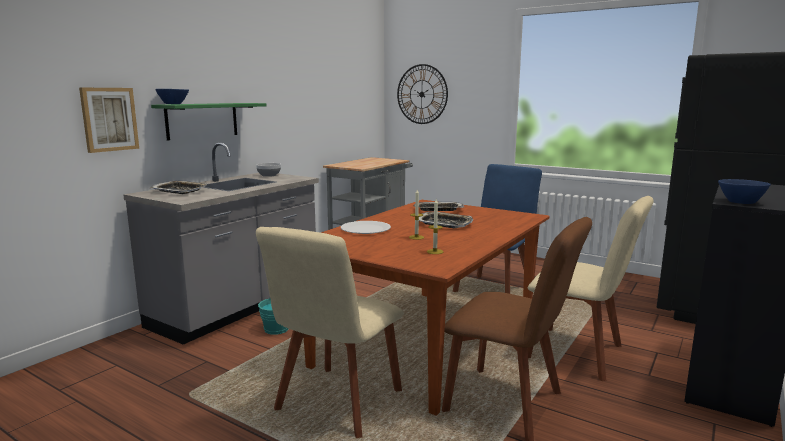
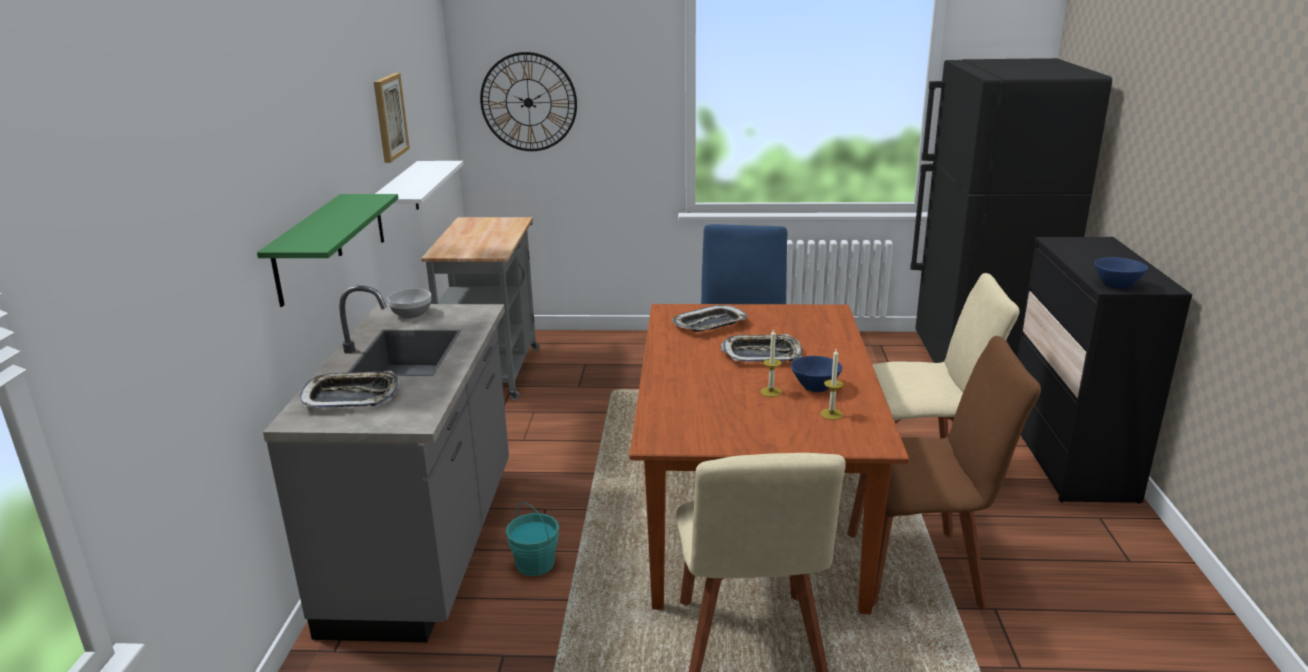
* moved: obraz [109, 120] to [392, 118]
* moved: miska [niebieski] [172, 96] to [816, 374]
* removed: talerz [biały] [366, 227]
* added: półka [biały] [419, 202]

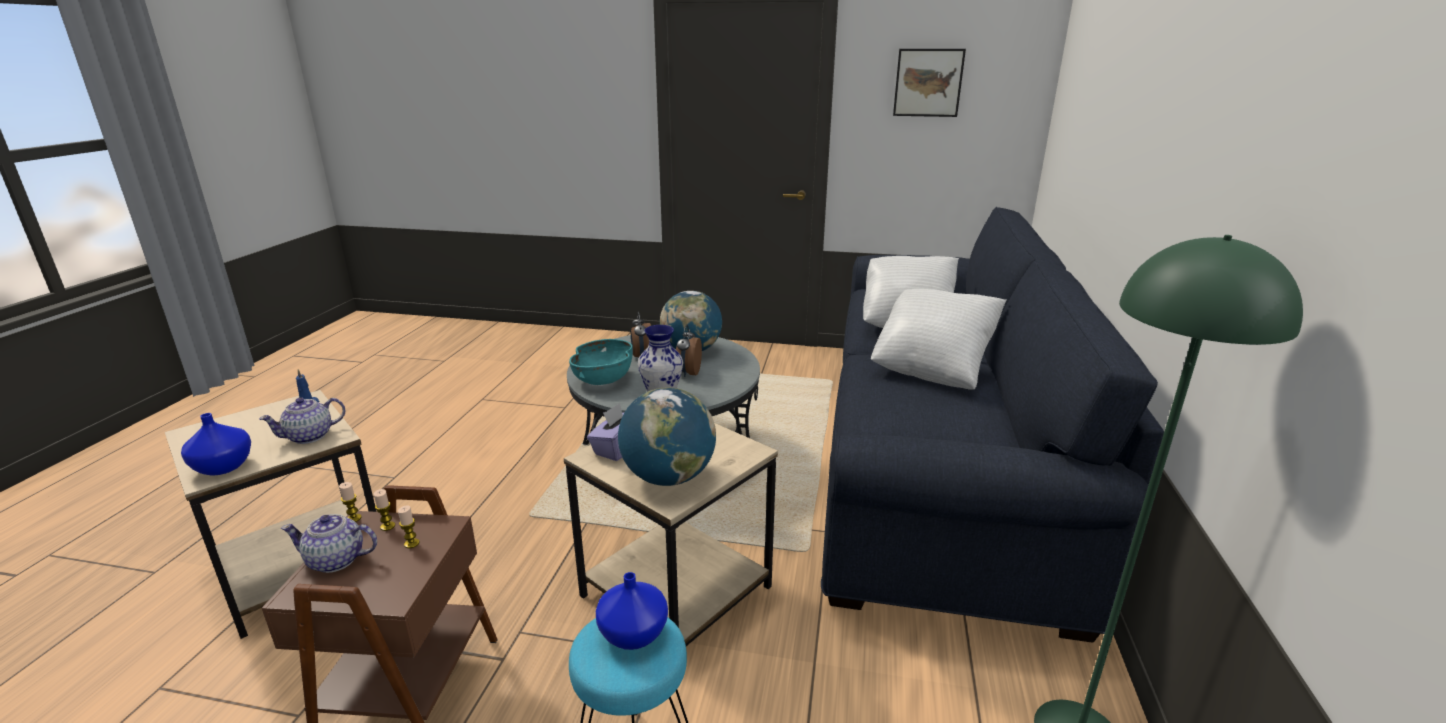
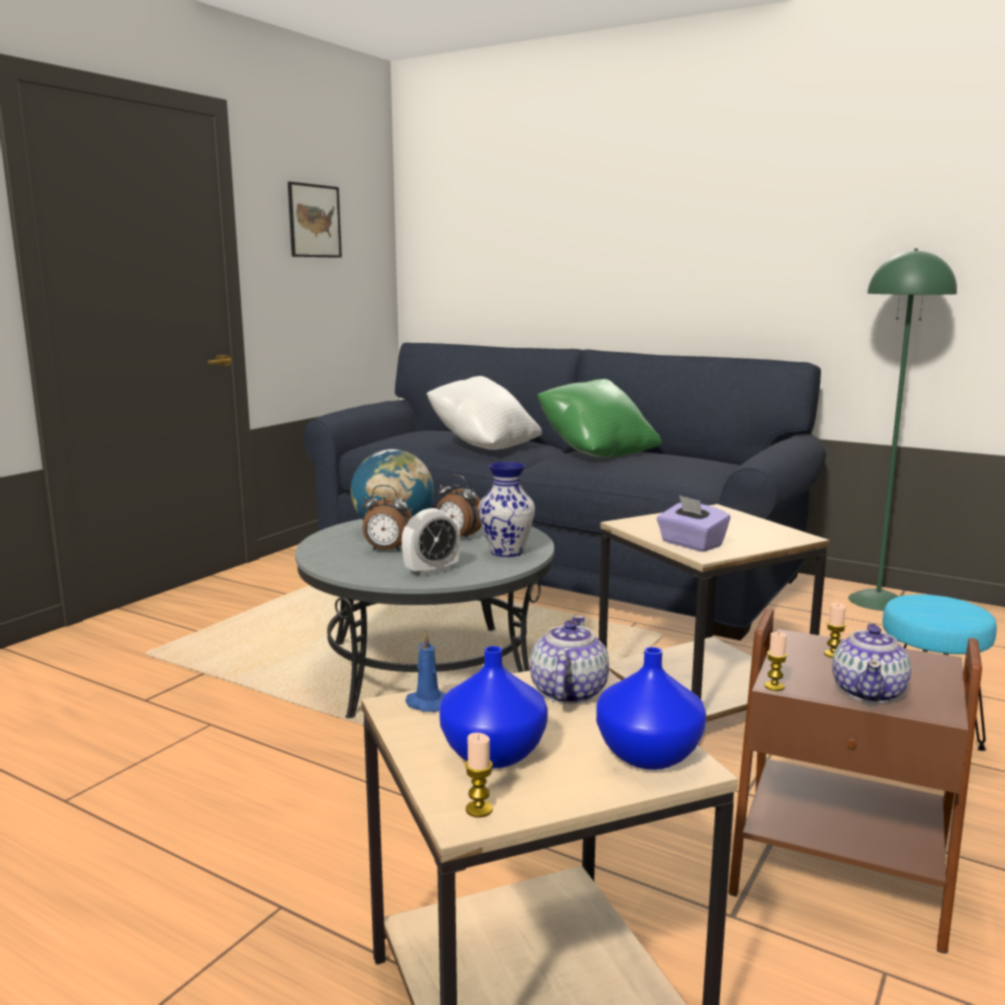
* recoloured: poduszka [biały] [939, 339] to poduszka [zielony] [599, 418]
* replaced: miska [turkusowy] [601, 362] to budzik [431, 542]
* removed: globus [667, 437]
* turned: imbryk [302, 420] = [569, 660] 150 degrees counterclockwise
* moved: świeca [384, 510] to [479, 775]
* moved: wazon [niebieski] [632, 611] to [493, 707]

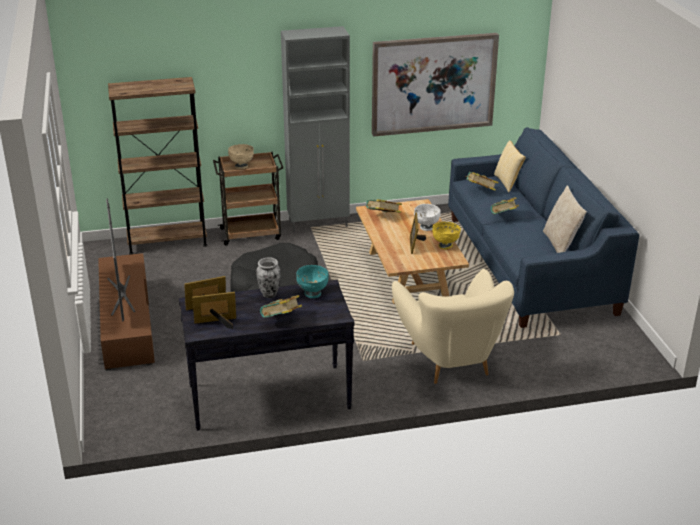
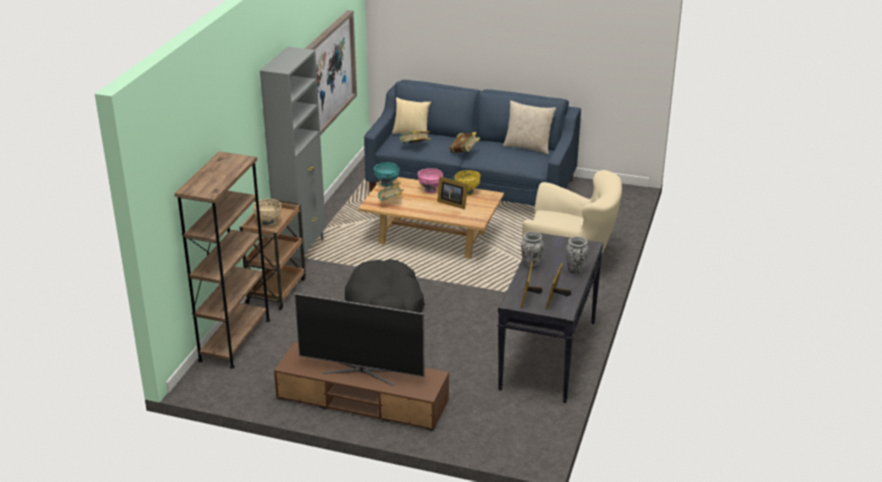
* recoloured: miska [biały] [427, 217] to miska [różowy] [430, 180]
* moved: miska [turkusowy] [312, 281] to [387, 174]
* replaced: książka [281, 306] to wazon [577, 255]

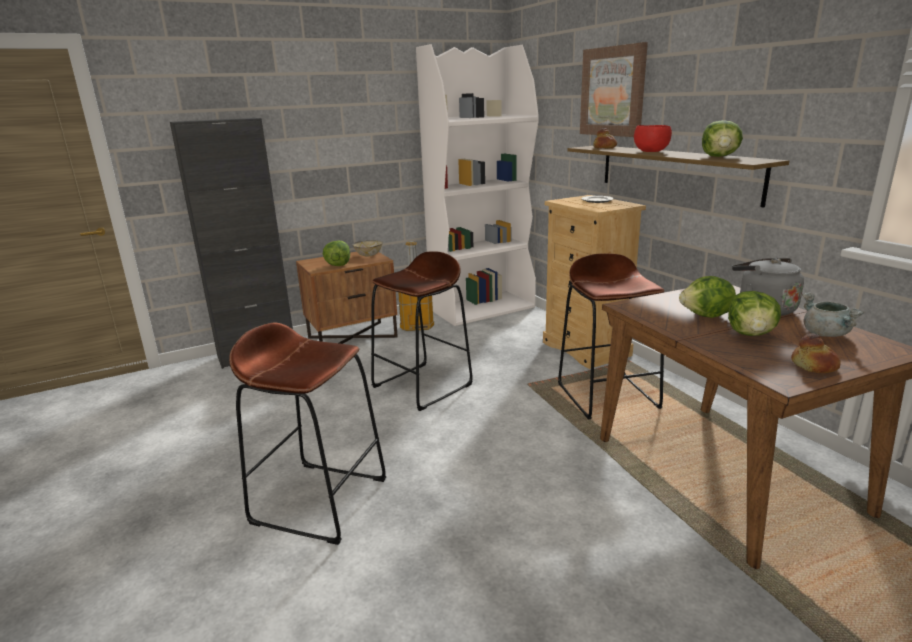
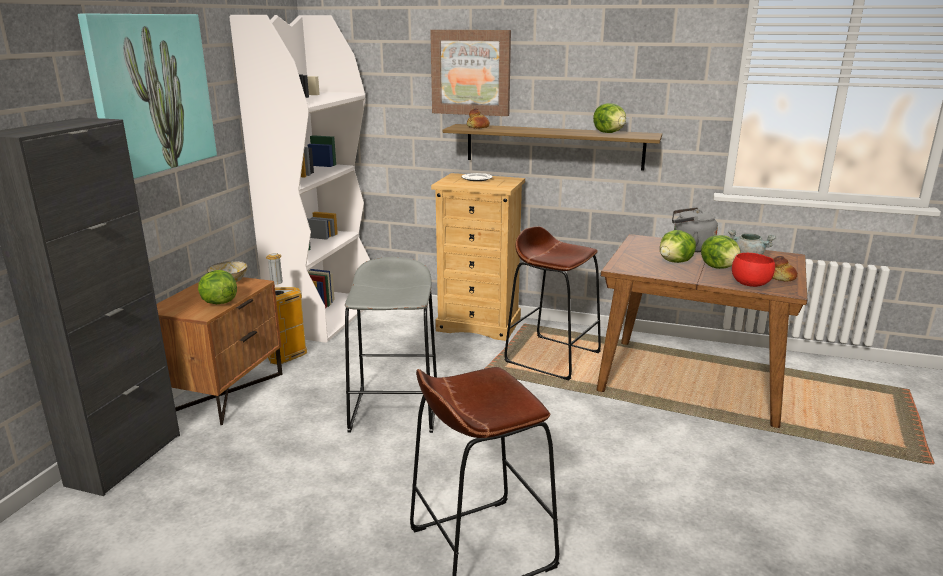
* moved: miska [czerwony] [653, 138] to [753, 270]
* recoloured: stołek [brązowy] [422, 331] to stołek [szary] [391, 345]
* added: obraz [147, 96]

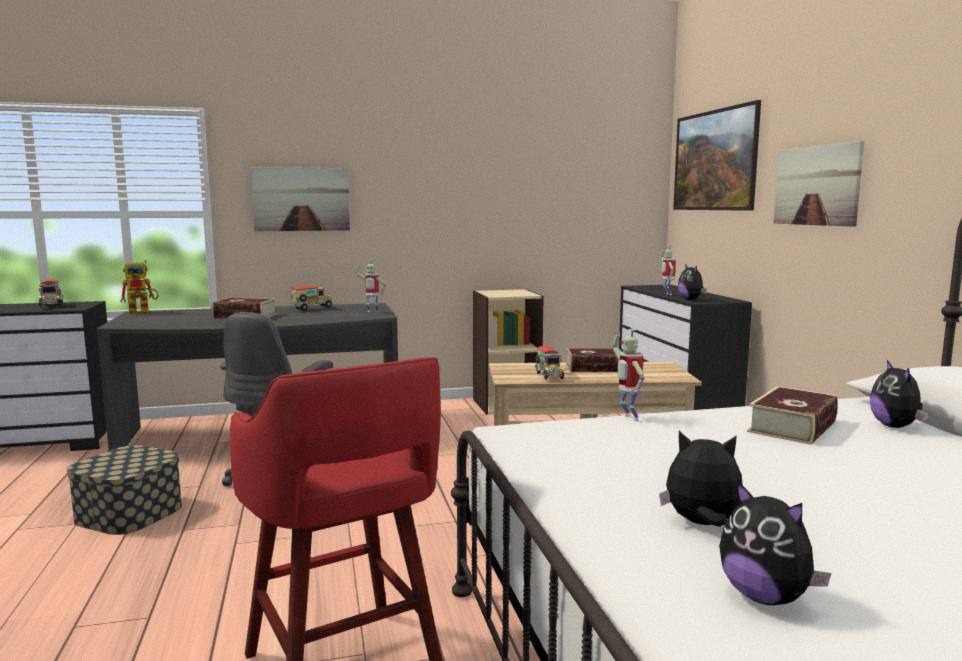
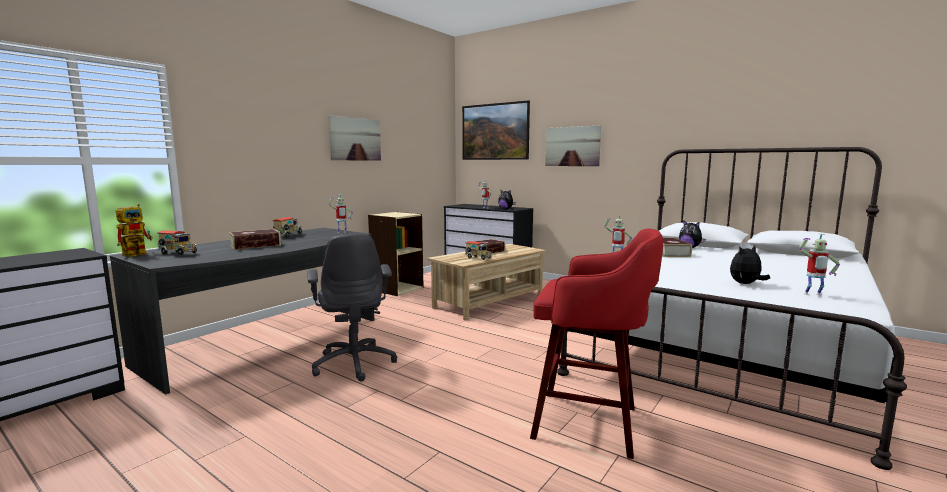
* moved: obraz [300, 199] to [355, 138]
* moved: ciężarówka zabawkowa [50, 293] to [177, 242]
* removed: pojemnik do przechowywania [124, 490]
* replaced: pluszak [775, 543] to robot zabawkowy [819, 264]

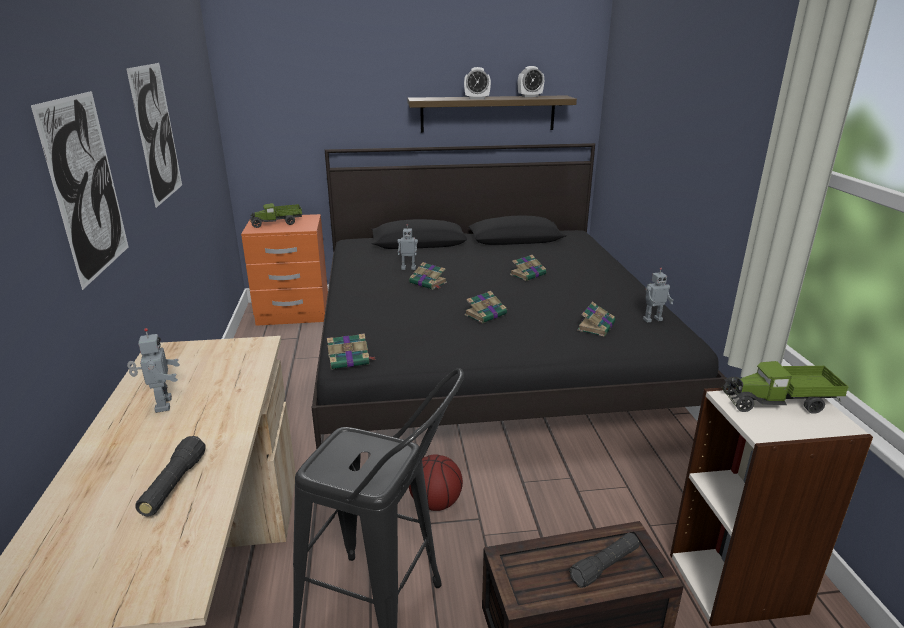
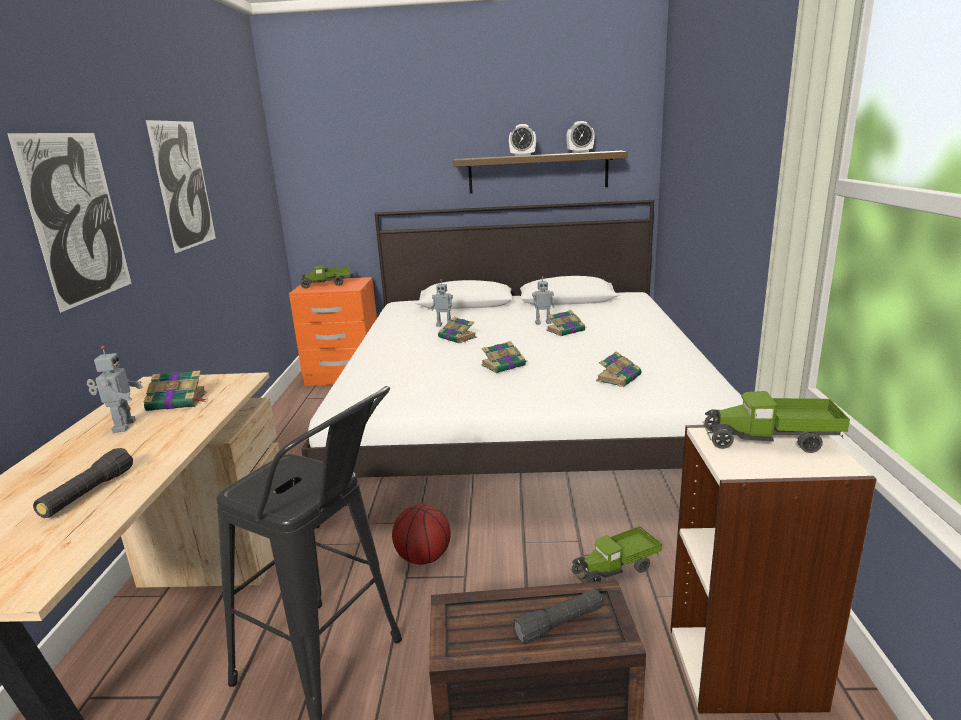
* recoloured: łóżko [czarny] [519, 296] to łóżko [biały] [522, 363]
* moved: robot zabawkowy [658, 295] to [543, 300]
* moved: książka [351, 351] to [175, 390]
* added: ciężarówka zabawkowa [616, 554]

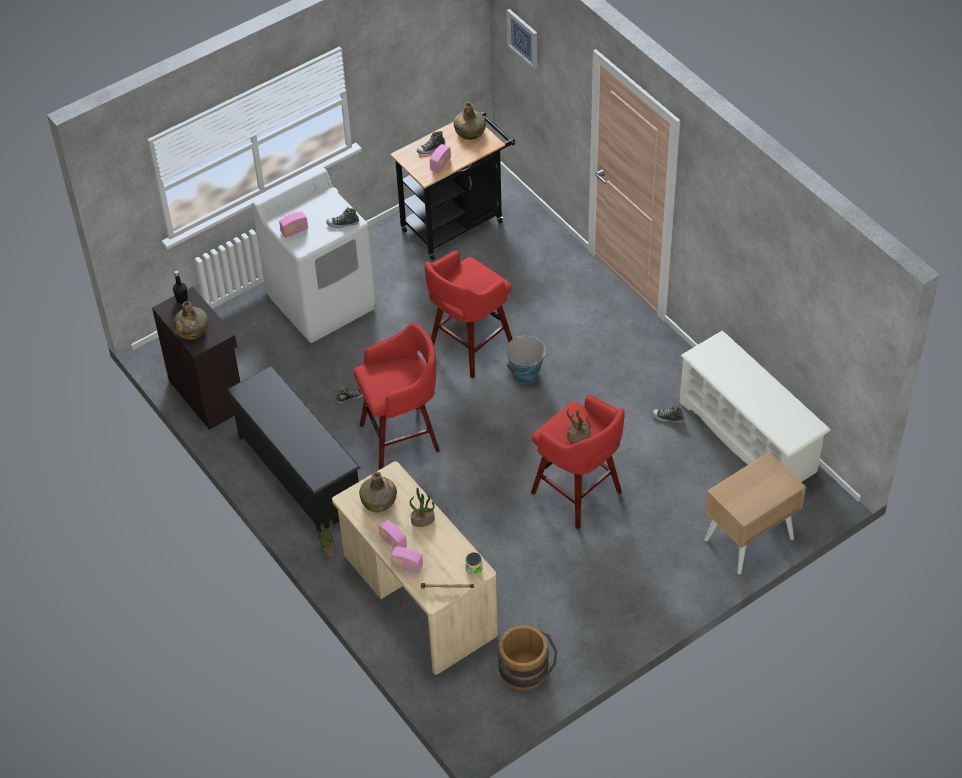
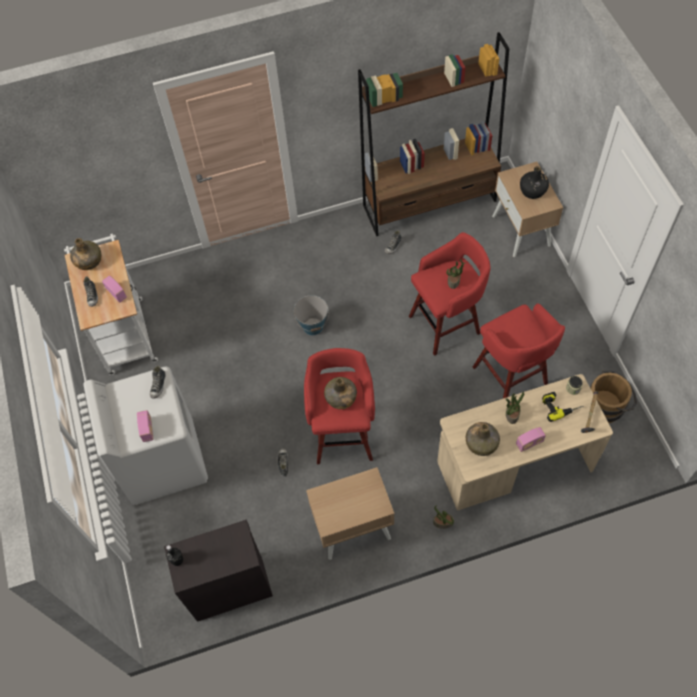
* removed: obraz [522, 39]
* recoloured: wózek [czarny] [452, 186] to wózek [biały] [111, 304]
* moved: stołek [czerwony] [468, 314] to [519, 350]
* moved: butelka [zielony] [190, 320] to [340, 393]
* replaced: regał na buty [biały] [755, 406] to regał [brązowy] [433, 134]
* replaced: regał na buty [czarny] [293, 449] to szafka nocna [beżowy] [350, 513]
* removed: radio [407, 560]
* added: butelka [czarny] [534, 182]
* added: wiertarka [563, 407]

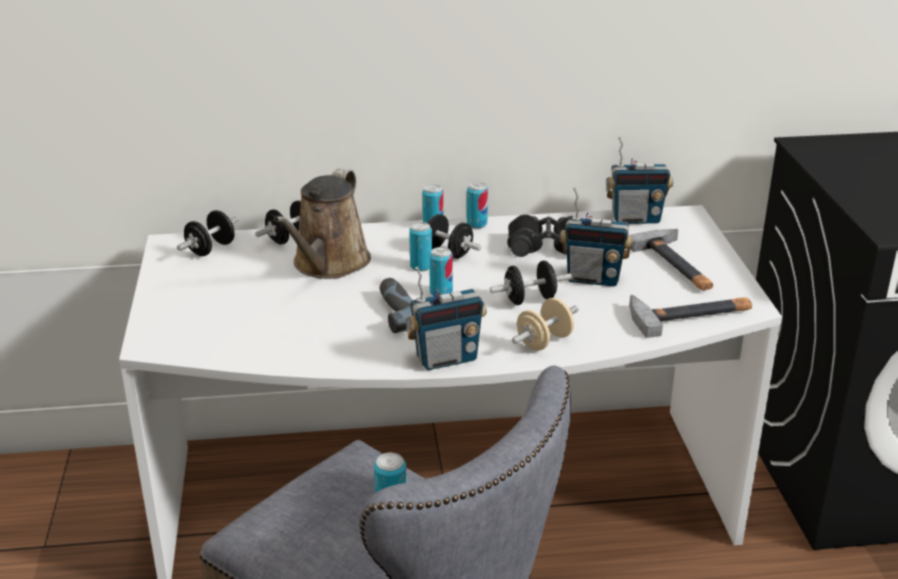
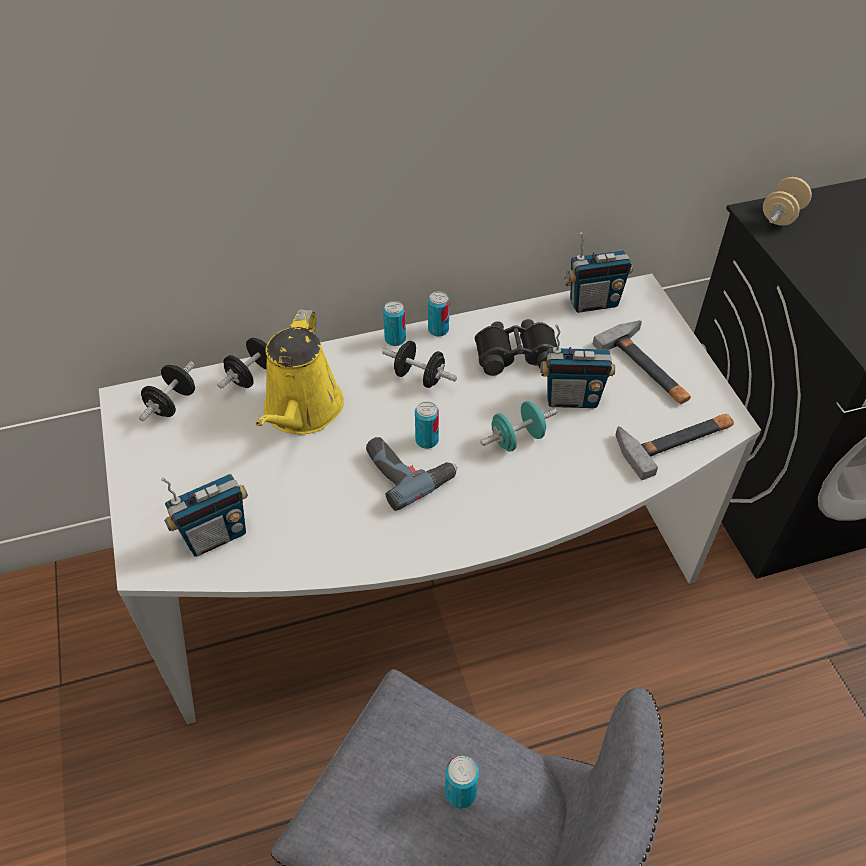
* recoloured: konewka [brązowy] [322, 224] to konewka [żółty] [300, 371]
* removed: puszka [420, 246]
* recoloured: hantel [czarny] [531, 283] to hantel [turkusowy] [518, 426]
* moved: radio [446, 318] to [204, 515]
* moved: hantel [beżowy] [545, 324] to [787, 201]

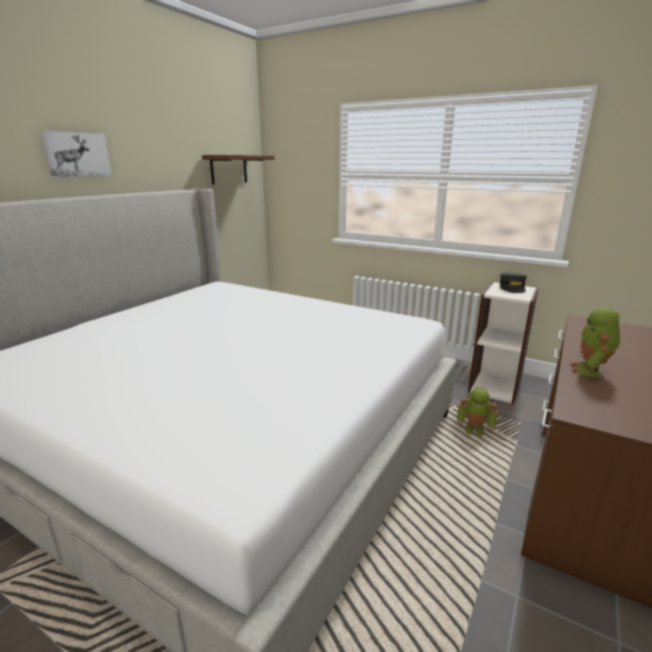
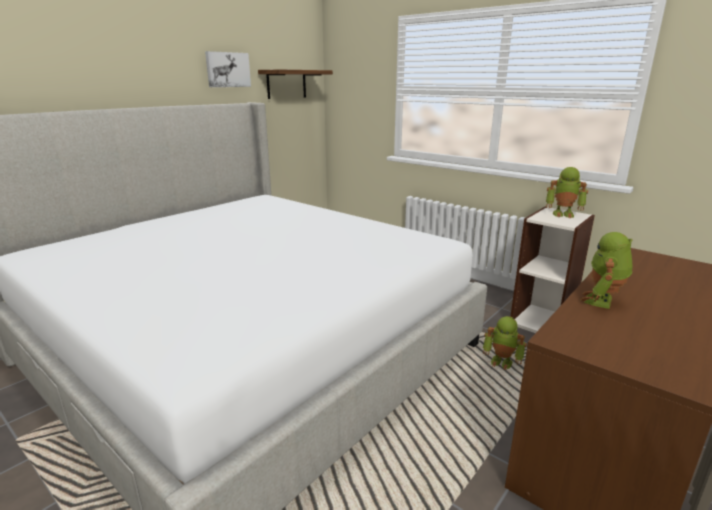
* moved: obraz [76, 154] to [228, 69]
* replaced: czapka z daszkiem [szary] [513, 282] to robot zabawkowy [567, 192]

